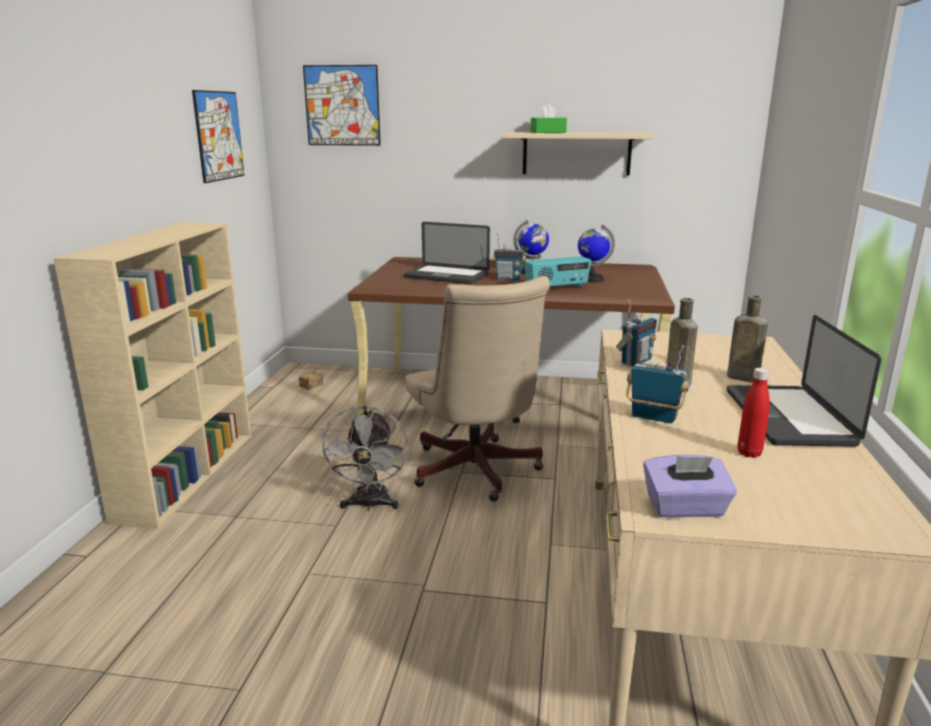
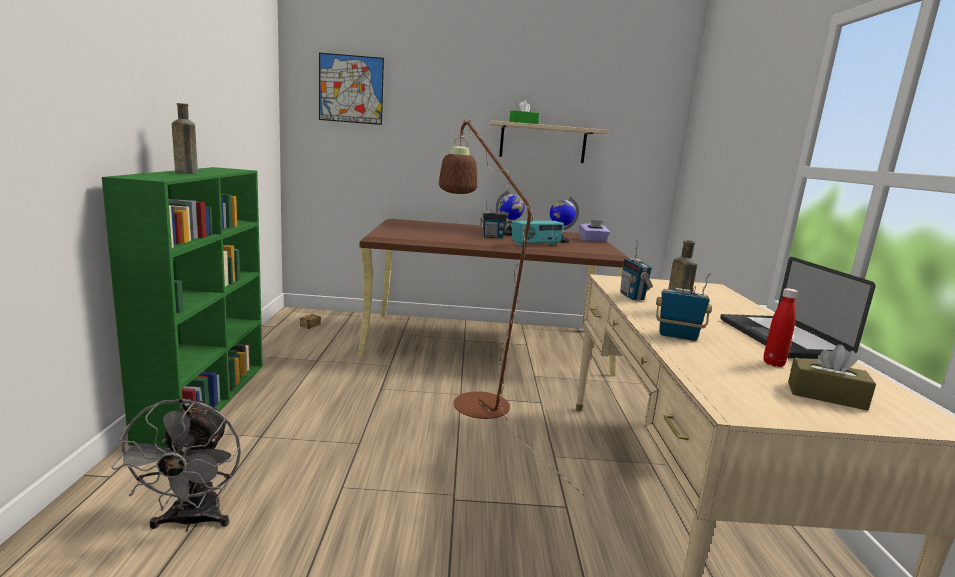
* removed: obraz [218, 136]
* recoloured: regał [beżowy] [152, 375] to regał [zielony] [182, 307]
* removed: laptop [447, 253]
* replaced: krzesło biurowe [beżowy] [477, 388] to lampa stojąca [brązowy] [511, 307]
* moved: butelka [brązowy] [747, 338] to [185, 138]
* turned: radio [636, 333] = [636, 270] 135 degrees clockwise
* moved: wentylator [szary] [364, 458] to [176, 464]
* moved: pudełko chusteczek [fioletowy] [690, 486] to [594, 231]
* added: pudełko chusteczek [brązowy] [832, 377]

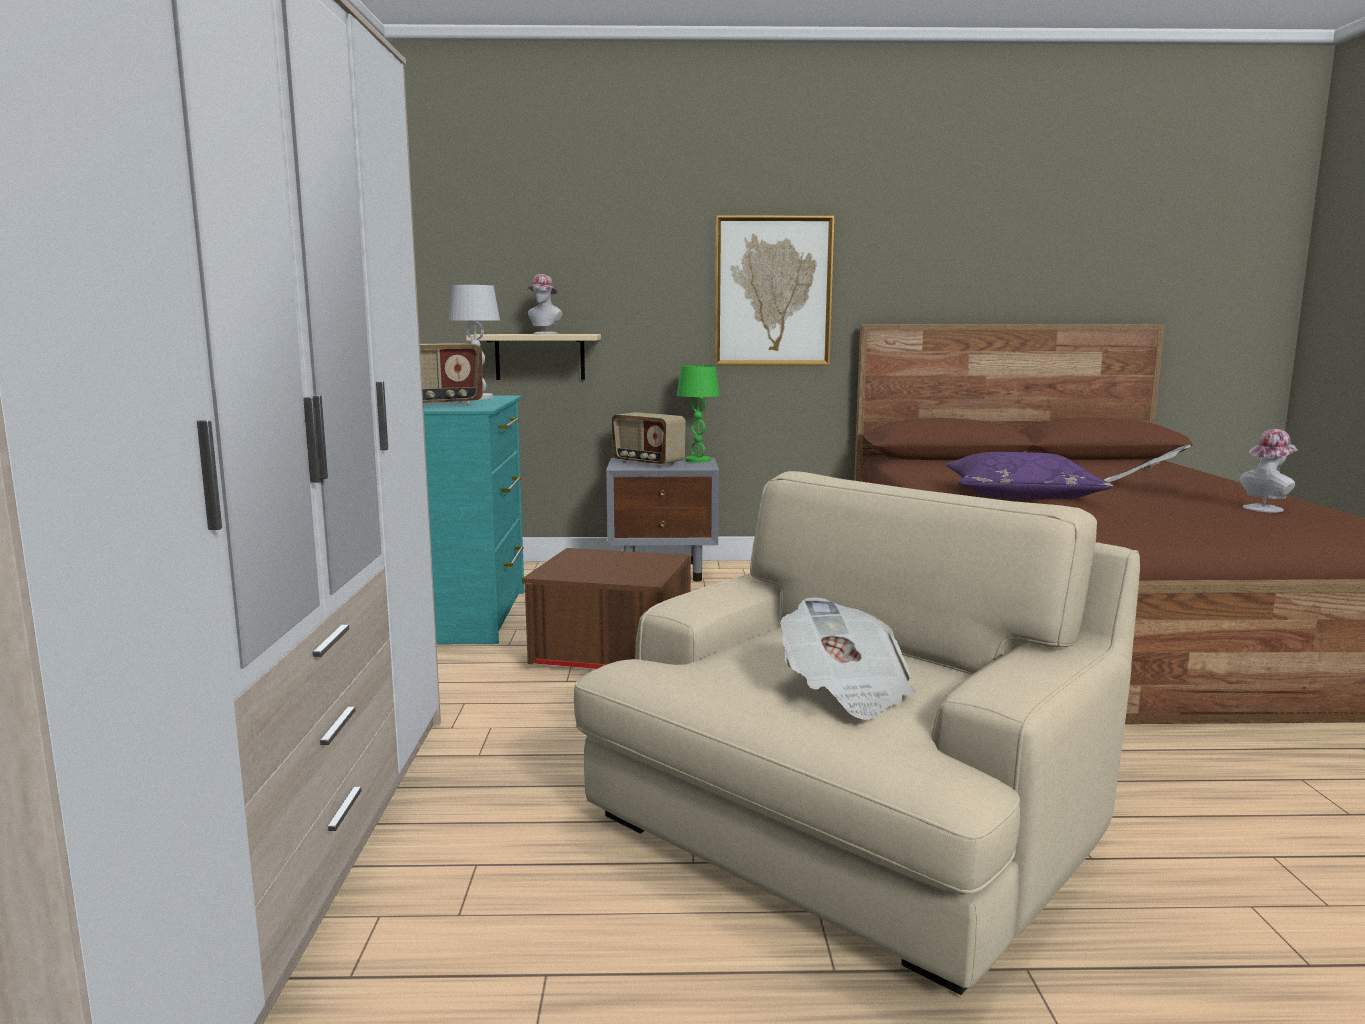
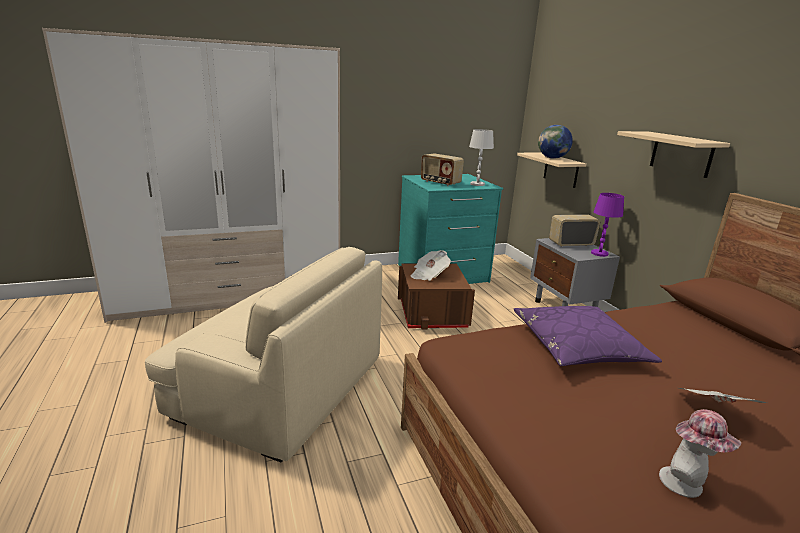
* replaced: obraz [774, 290] to półka [beżowy] [673, 154]
* replaced: kapelusz [545, 304] to globus [555, 142]
* recoloured: lampa stołowa [zielony] [698, 414] to lampa stołowa [fioletowy] [607, 225]
* turned: radio [649, 439] = [574, 230] 60 degrees clockwise
* moved: gazeta [848, 658] to [431, 265]

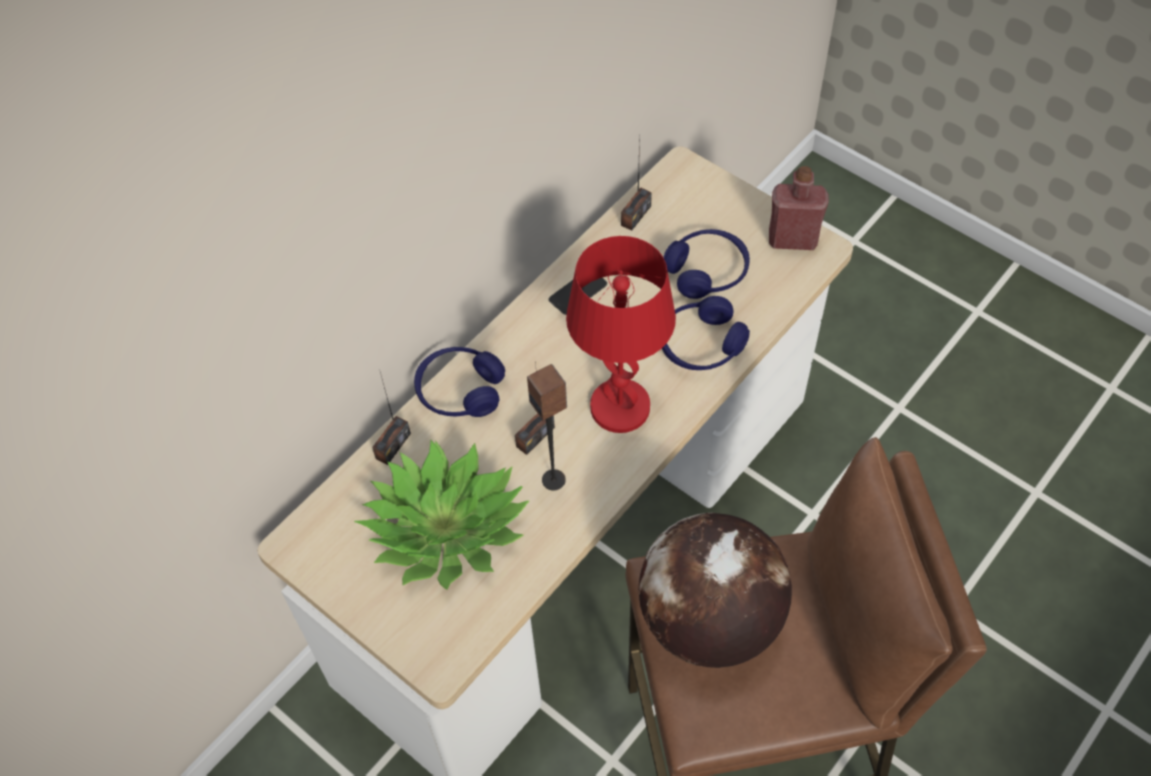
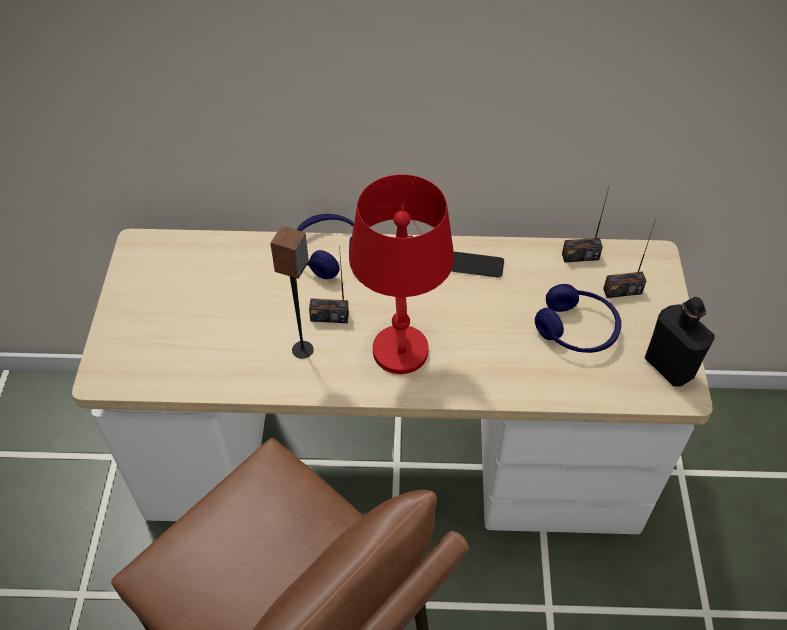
* recoloured: butelka [czerwony] [799, 208] to butelka [czarny] [679, 342]
* removed: słuchawki [niebieski] [706, 333]
* moved: radio [391, 418] to [629, 258]
* removed: roślina doniczkowa [441, 515]
* removed: globus [715, 590]

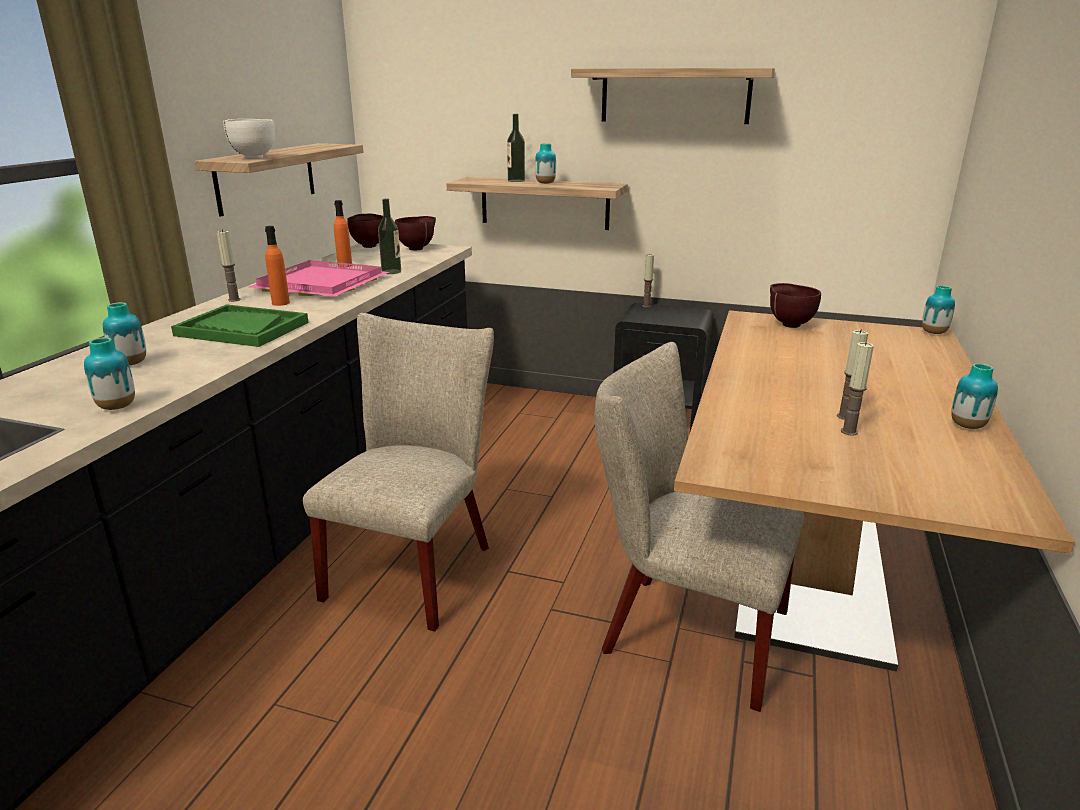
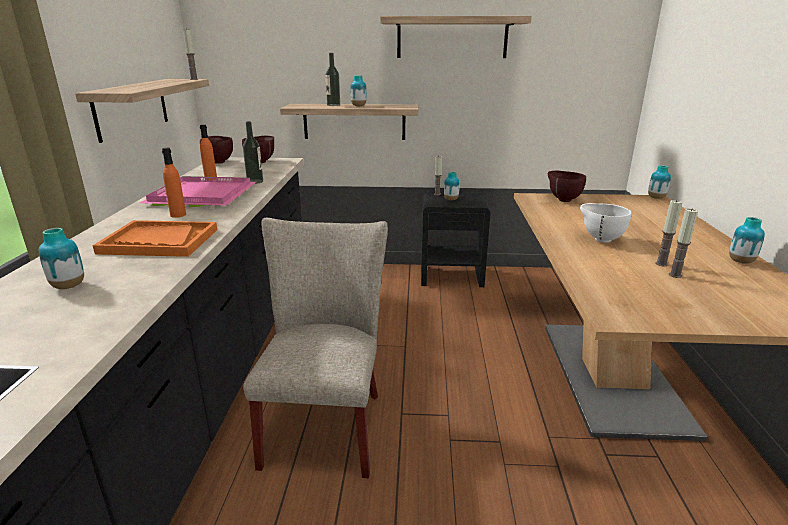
* moved: miska [biały] [249, 139] to [605, 223]
* moved: świeca [229, 265] to [190, 54]
* recoloured: taca [zielony] [240, 325] to taca [pomarańczowy] [155, 238]
* moved: wazon [109, 373] to [452, 186]
* removed: krzesło [beżowy] [699, 527]

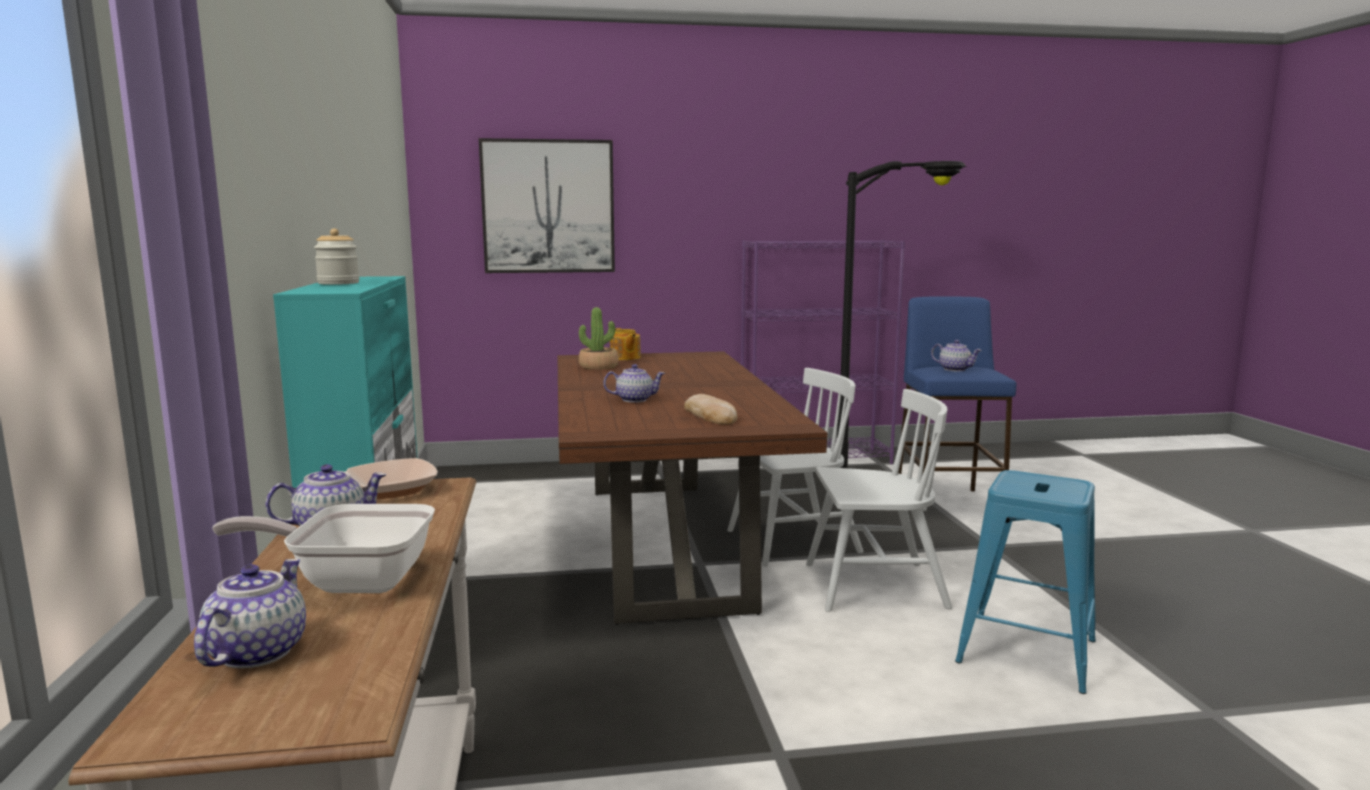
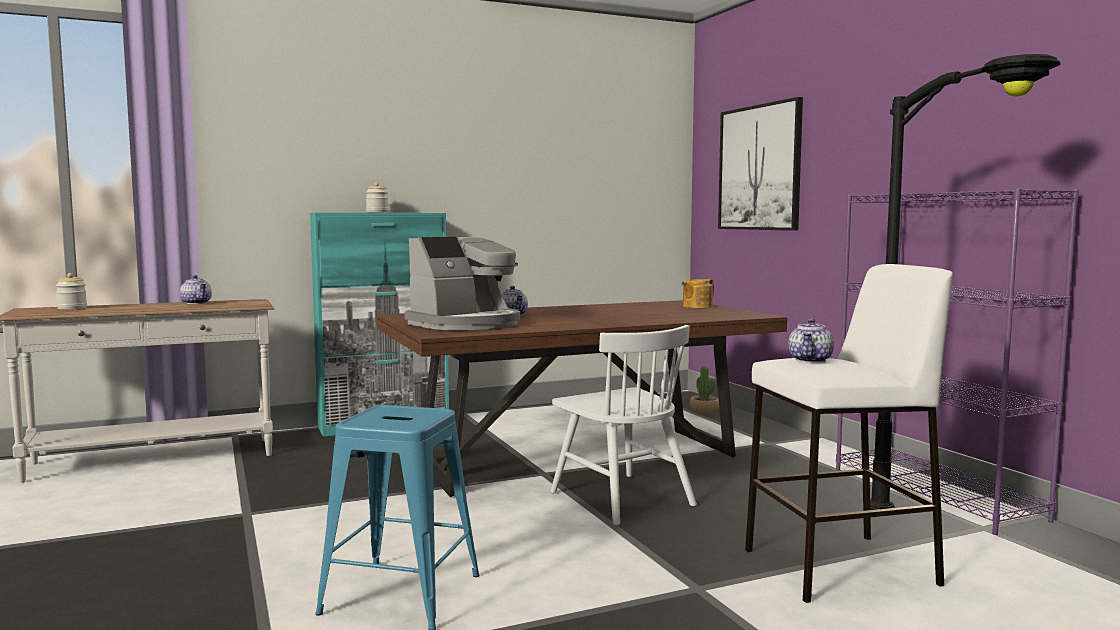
* recoloured: stołek [niebieski] [957, 394] to stołek [biały] [849, 433]
* moved: roślina doniczkowa [599, 338] to [704, 390]
* removed: krzesło [biały] [879, 500]
* replaced: chleb [710, 409] to ekspres do kawy [462, 283]
* removed: miska [392, 478]
* removed: patelnia [323, 548]
* replaced: imbryk [250, 613] to słoik [71, 291]

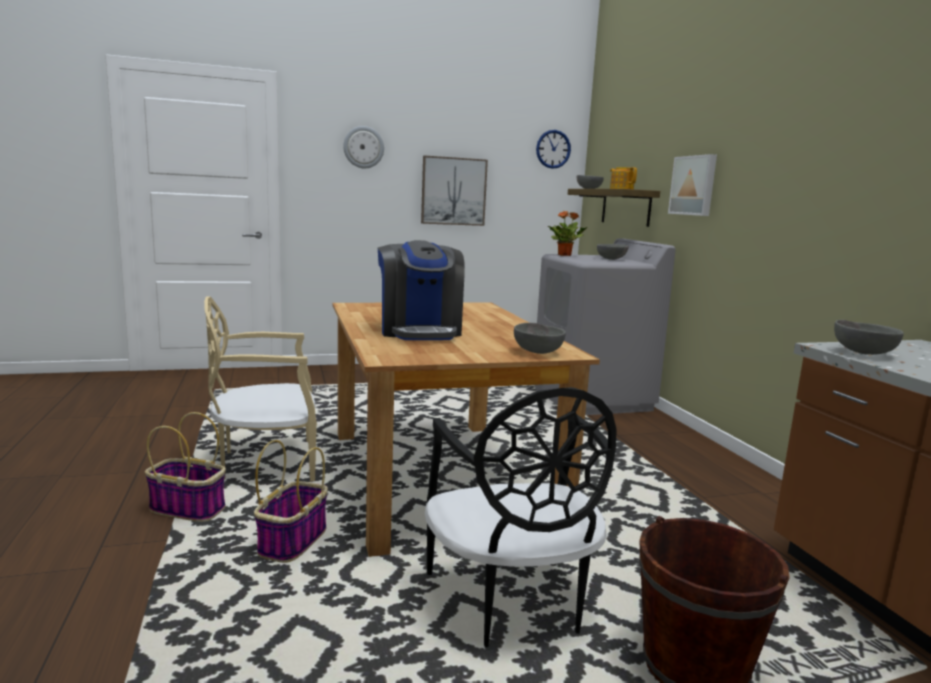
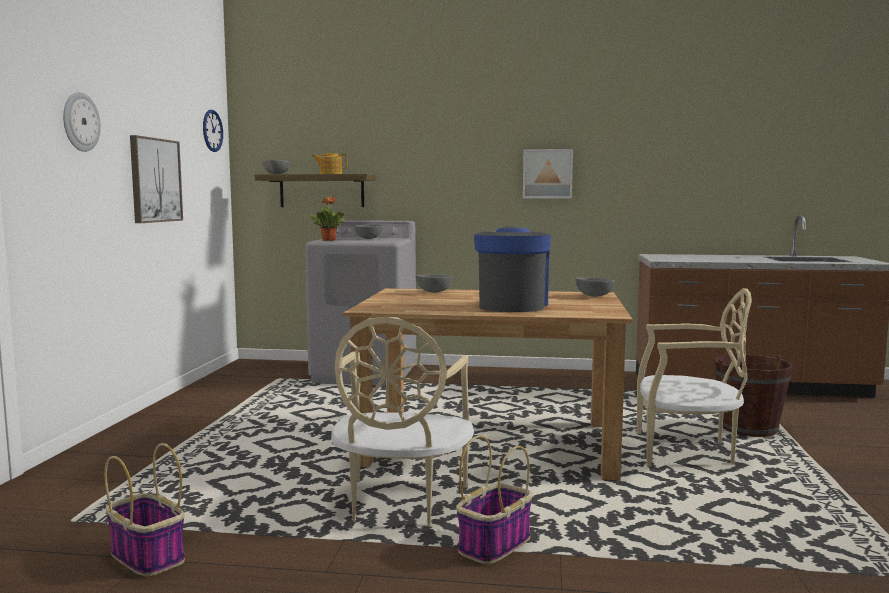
* moved: obraz [692, 185] to [548, 173]
* turned: ekspres do kawy [421, 290] = [512, 269] 90 degrees counterclockwise
* moved: miska [szary] [869, 337] to [433, 283]
* recoloured: krzesło [czarny] [521, 517] to krzesło [beżowy] [694, 377]
* moved: koszyk [291, 501] to [144, 510]

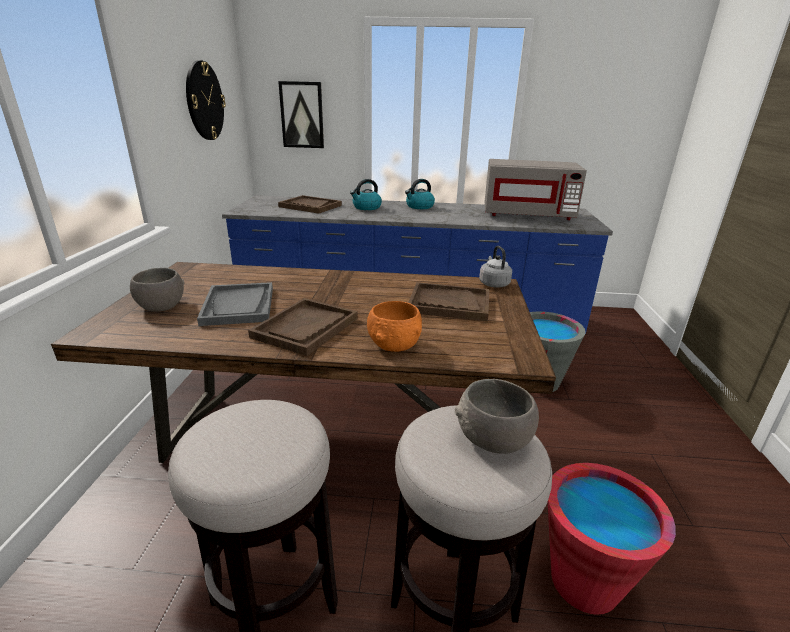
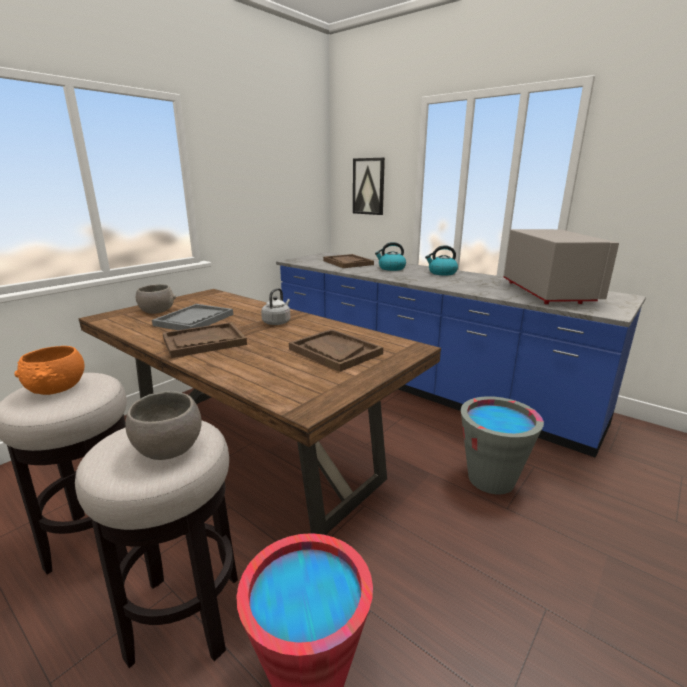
* removed: zegar ścienny [206, 100]
* turned: mikrofalówka [szary] [536, 189] = [561, 266] 135 degrees counterclockwise
* moved: czajnik [szary] [495, 267] to [275, 306]
* moved: miska [pomarańczowy] [394, 326] to [49, 370]

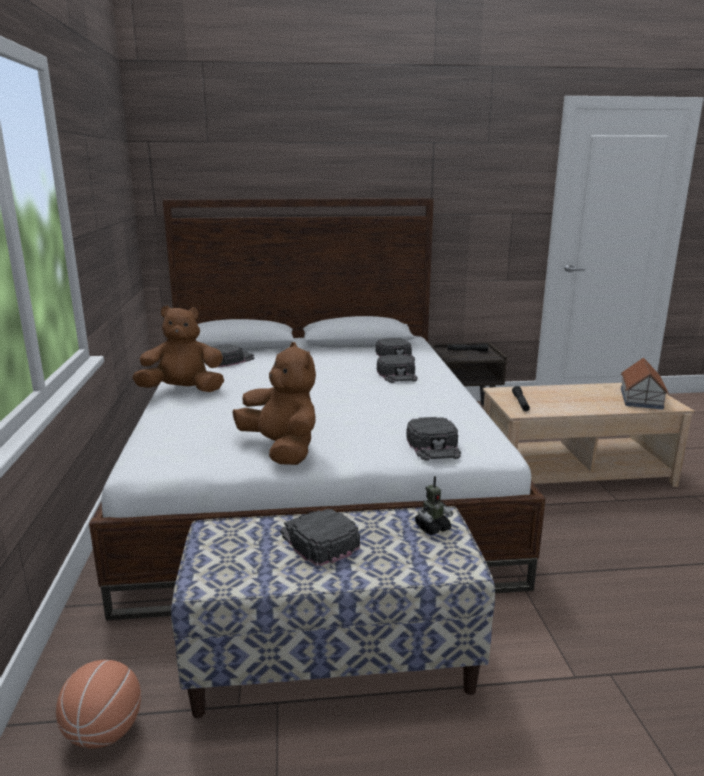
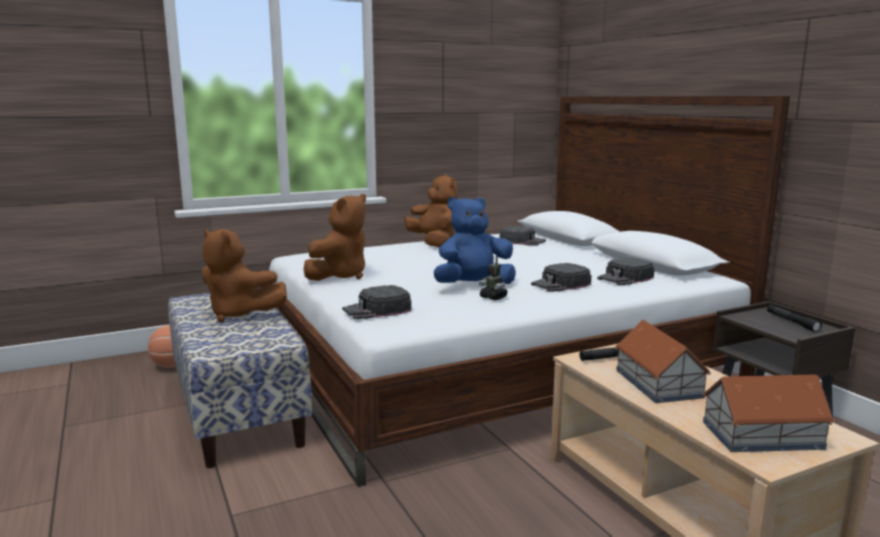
* moved: robot zabawkowy [434, 505] to [493, 278]
* replaced: czapka z daszkiem [czarny] [320, 537] to pluszak [brązowy] [244, 275]
* added: pluszak [niebieski] [475, 240]
* added: domek [663, 361]

